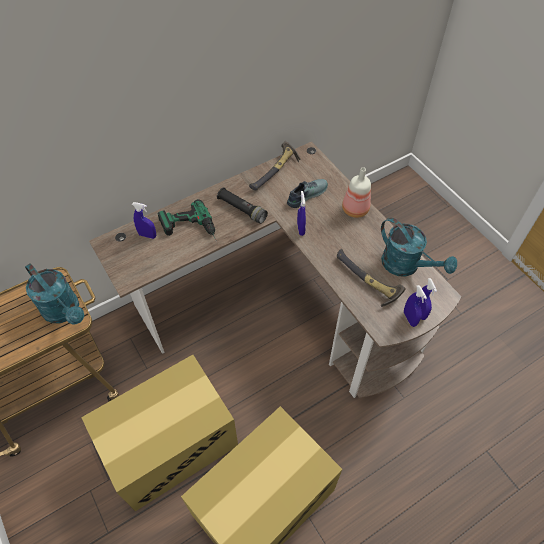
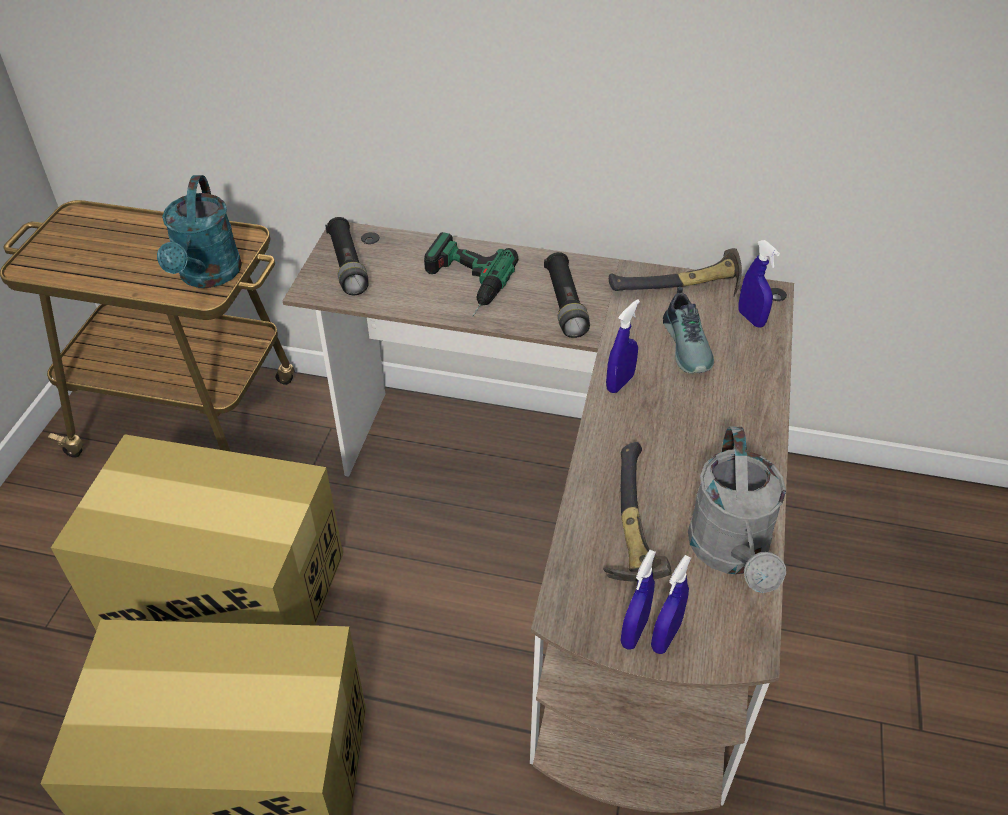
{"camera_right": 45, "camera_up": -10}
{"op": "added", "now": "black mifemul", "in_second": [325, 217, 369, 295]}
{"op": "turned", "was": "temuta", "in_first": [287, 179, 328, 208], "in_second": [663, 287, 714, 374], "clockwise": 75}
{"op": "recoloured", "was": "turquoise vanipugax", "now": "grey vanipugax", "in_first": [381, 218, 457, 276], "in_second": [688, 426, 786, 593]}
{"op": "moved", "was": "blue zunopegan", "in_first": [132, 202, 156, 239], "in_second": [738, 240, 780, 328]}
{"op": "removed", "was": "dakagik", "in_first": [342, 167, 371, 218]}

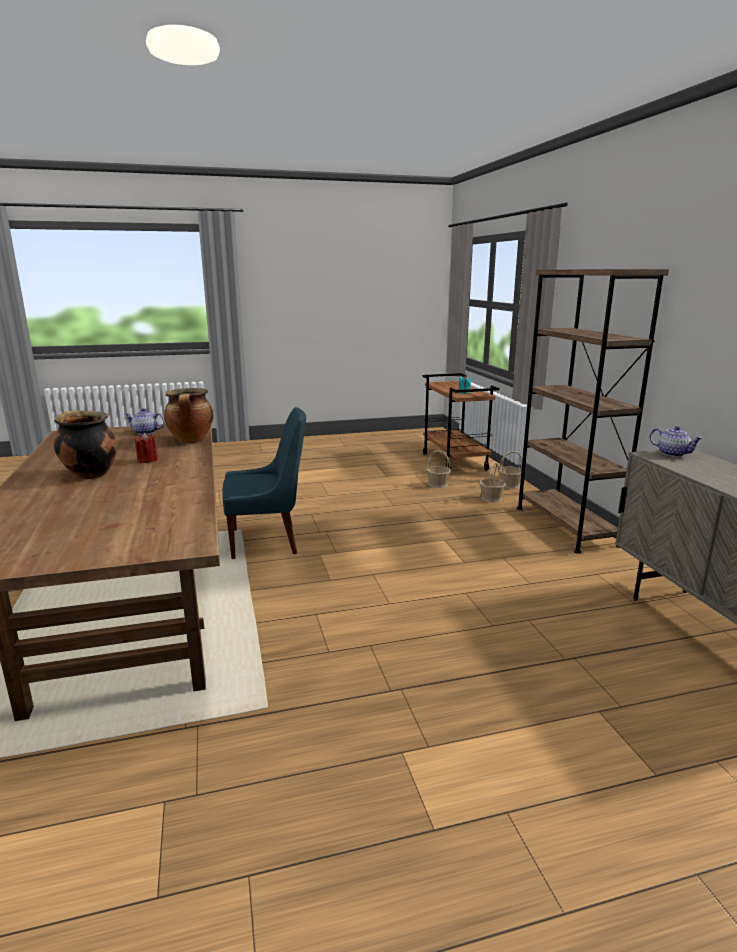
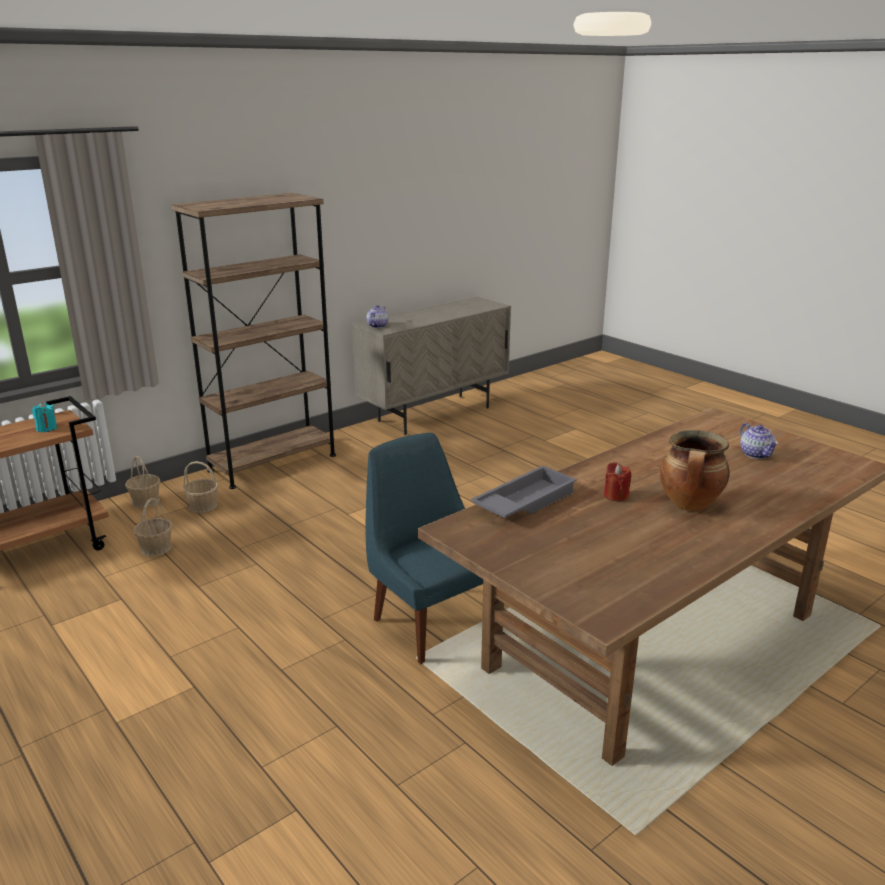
{"camera_right": -115, "camera_up": 5}
{"op": "replaced", "was": "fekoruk", "now": "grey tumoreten", "in_first": [164, 388, 213, 443], "in_second": [471, 466, 577, 518]}
{"op": "moved", "was": "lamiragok", "in_first": [124, 408, 165, 435], "in_second": [740, 423, 778, 459]}

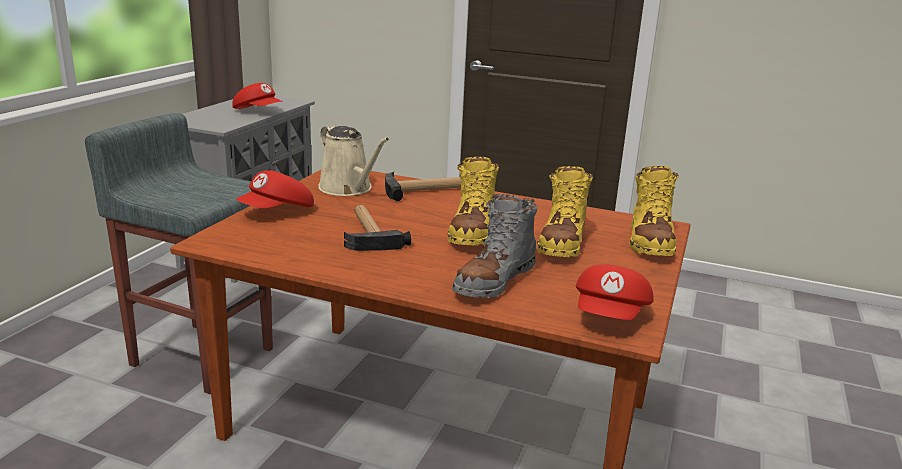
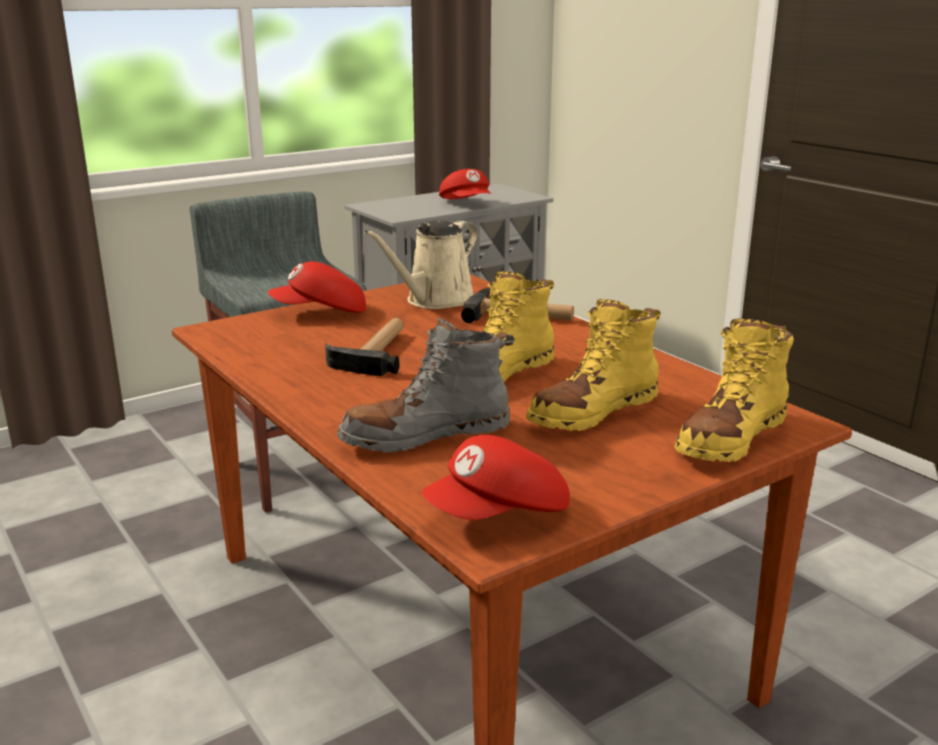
{"camera_right": 35, "camera_up": 0}
{"op": "turned", "was": "beige vanipugax", "in_first": [318, 125, 389, 196], "in_second": [364, 220, 478, 309], "clockwise": 45}

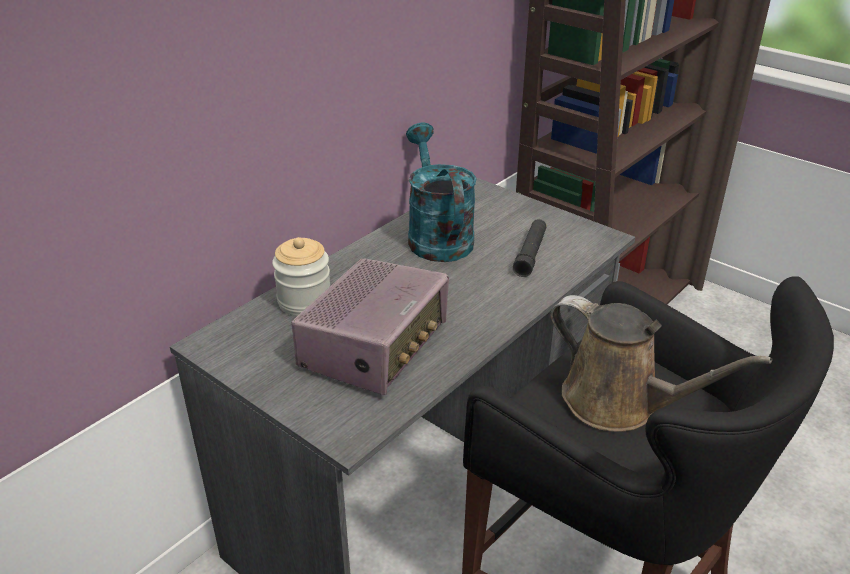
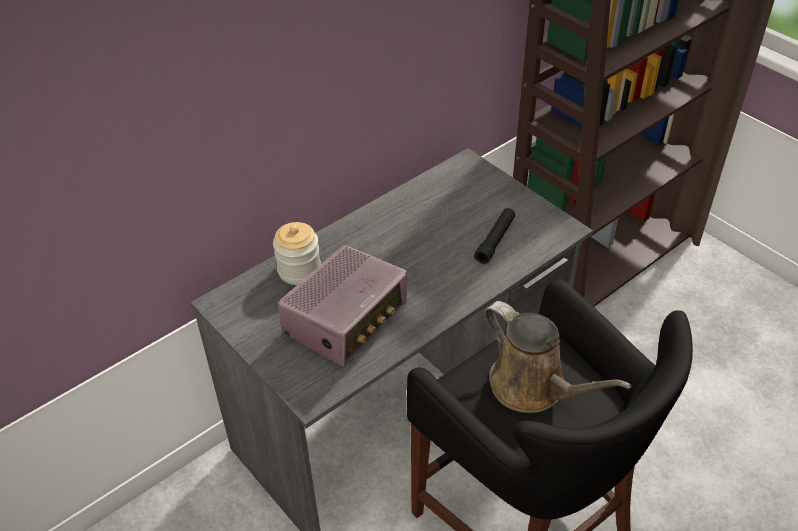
{"camera_right": 10, "camera_up": 10}
{"op": "removed", "was": "turquoise vanipugax", "in_first": [406, 123, 477, 262]}

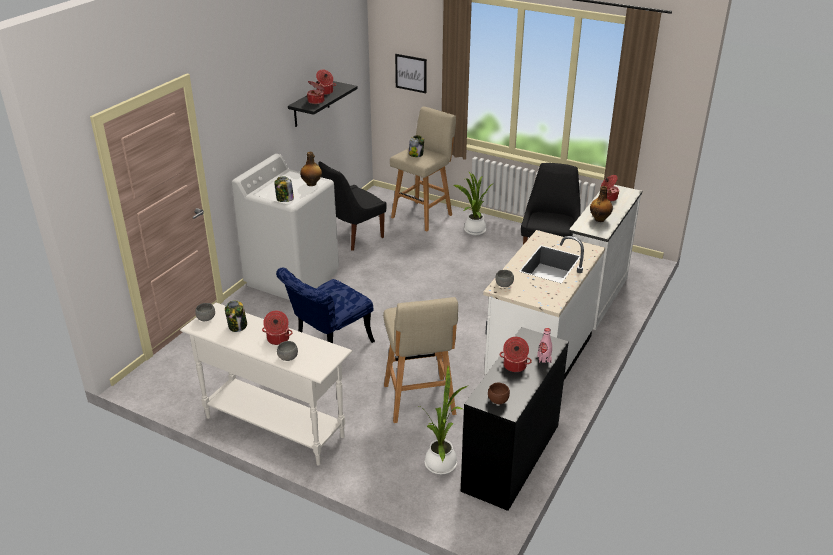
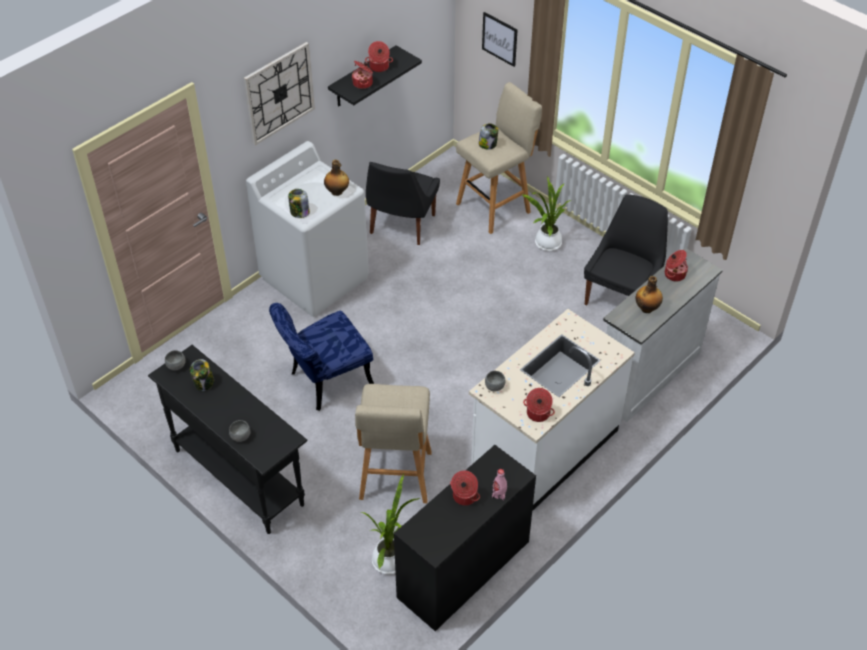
{"camera_right": 15, "camera_up": 15}
{"op": "recoloured", "was": "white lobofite", "now": "black lobofite", "in_first": [180, 303, 352, 466], "in_second": [148, 345, 308, 534]}
{"op": "added", "now": "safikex", "in_second": [244, 42, 315, 145]}
{"op": "turned", "was": "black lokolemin", "in_first": [319, 161, 387, 251], "in_second": [366, 162, 440, 245], "clockwise": -45}
{"op": "moved", "was": "fekoruk", "in_first": [262, 310, 293, 345], "in_second": [523, 388, 555, 422]}
{"op": "removed", "was": "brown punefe", "in_first": [488, 382, 510, 404]}

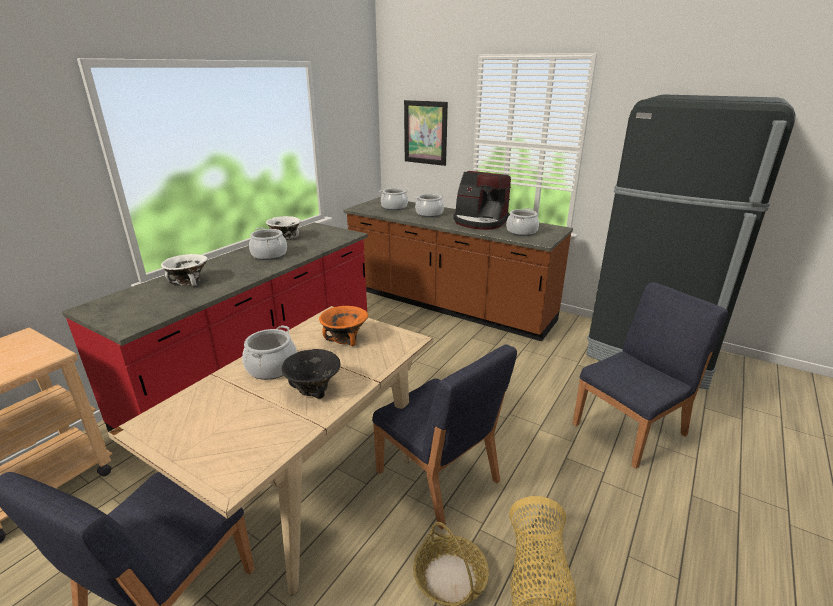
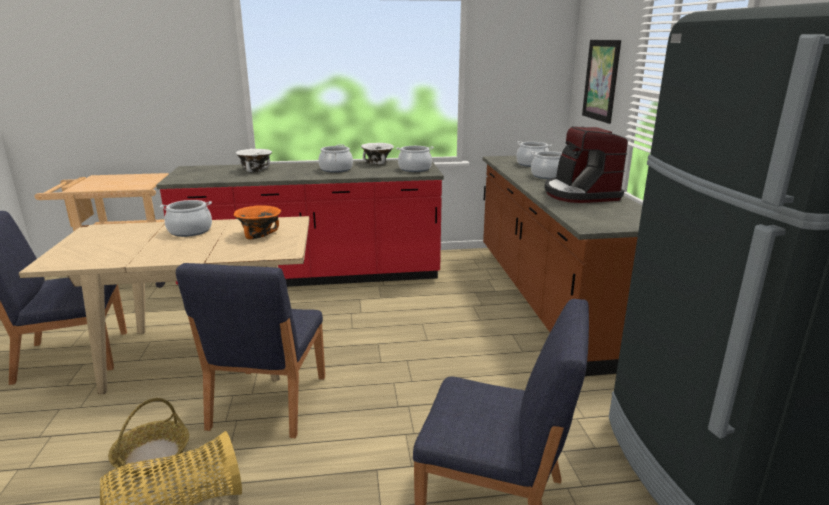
{"camera_right": 50, "camera_up": -5}
{"op": "moved", "was": "fekoruk", "in_first": [506, 208, 539, 236], "in_second": [396, 146, 434, 172]}
{"op": "removed", "was": "black punefe", "in_first": [282, 349, 340, 399]}

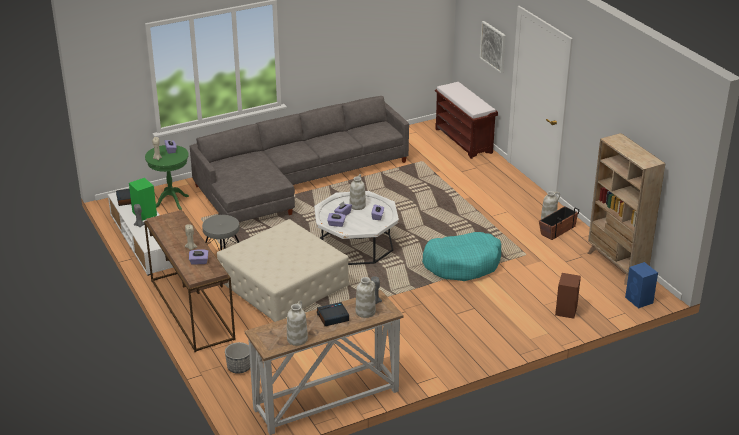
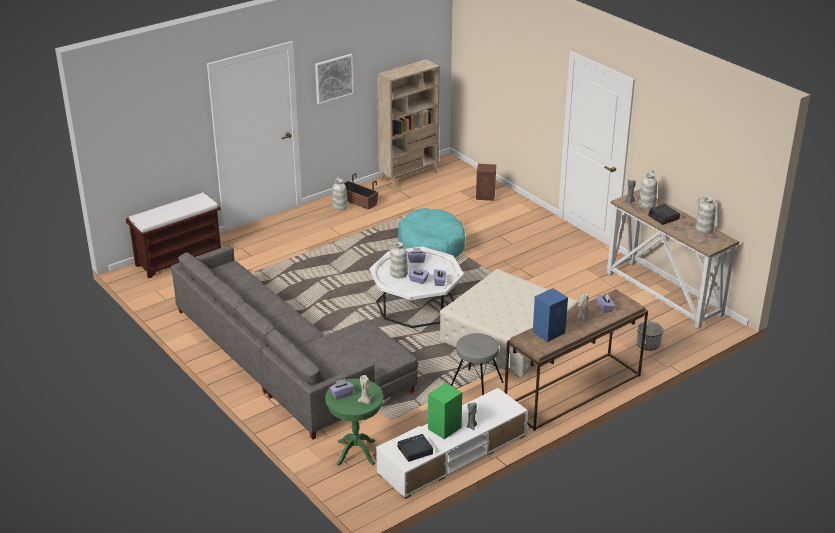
{"camera_right": -100, "camera_up": 0}
{"op": "moved", "was": "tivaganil", "in_first": [480, 21, 506, 73], "in_second": [315, 54, 354, 104]}
{"op": "moved", "was": "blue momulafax", "in_first": [625, 262, 658, 309], "in_second": [533, 288, 568, 342]}

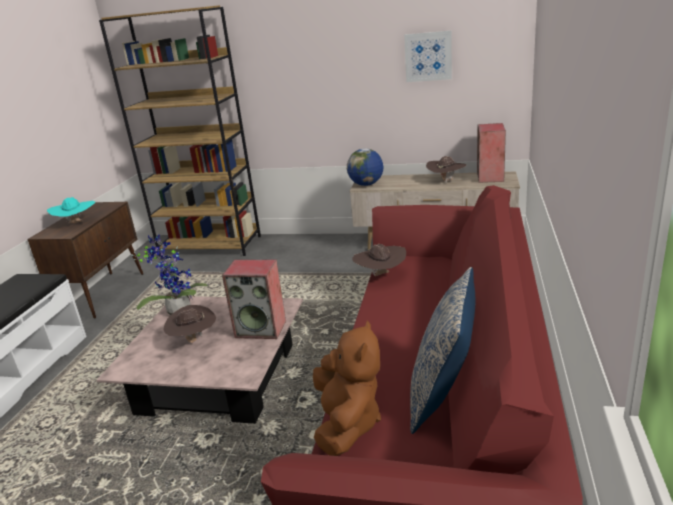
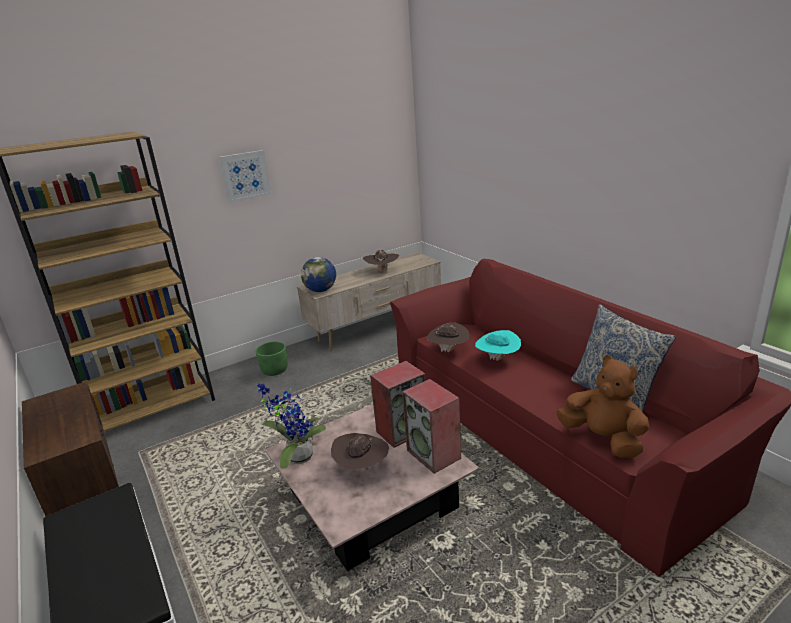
{"camera_right": -45, "camera_up": 0}
{"op": "moved", "was": "tivaganil", "in_first": [404, 31, 452, 82], "in_second": [219, 150, 271, 203]}
{"op": "added", "now": "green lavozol", "in_second": [256, 341, 288, 376]}
{"op": "moved", "was": "momulafax", "in_first": [477, 123, 506, 183], "in_second": [402, 379, 461, 474]}
{"op": "moved", "was": "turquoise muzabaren", "in_first": [47, 197, 95, 223], "in_second": [475, 330, 521, 361]}

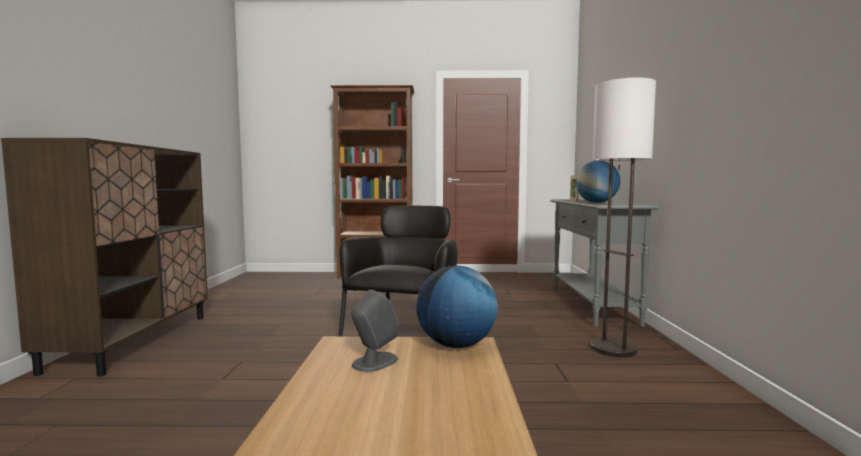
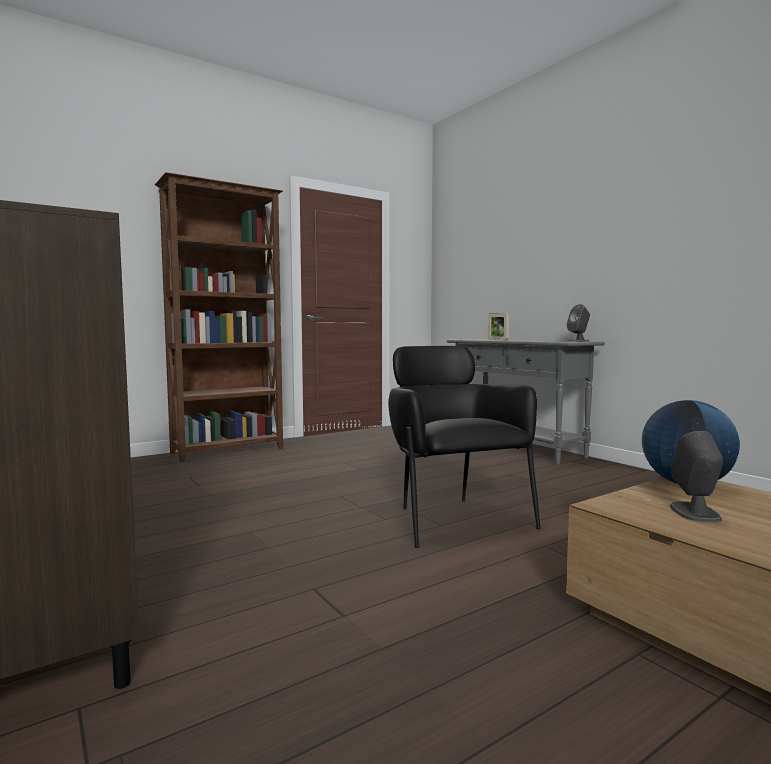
{"camera_right": -35, "camera_up": 0}
{"op": "added", "now": "grey momulafax", "in_second": [567, 304, 590, 342]}
{"op": "removed", "was": "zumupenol", "in_first": [576, 161, 620, 203]}
{"op": "removed", "was": "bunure", "in_first": [591, 78, 656, 357]}

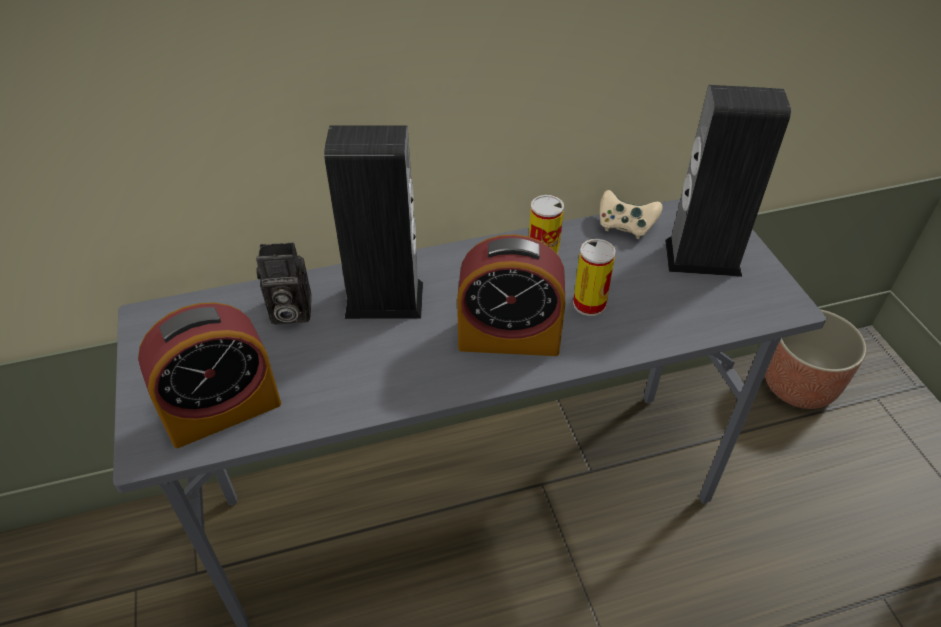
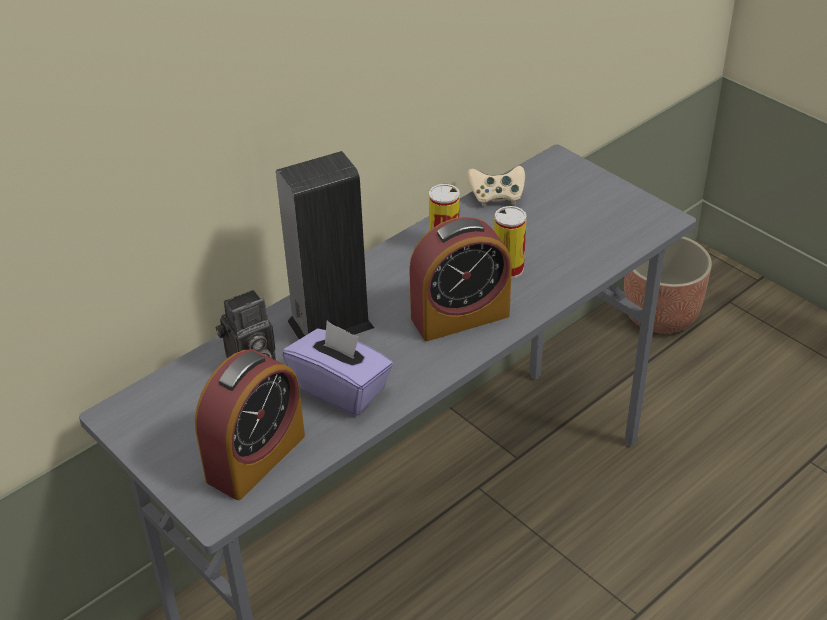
{"camera_right": -25, "camera_up": -5}
{"op": "added", "now": "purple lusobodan", "in_second": [282, 320, 393, 416]}
{"op": "removed", "was": "momulafax", "in_first": [665, 85, 791, 277]}

